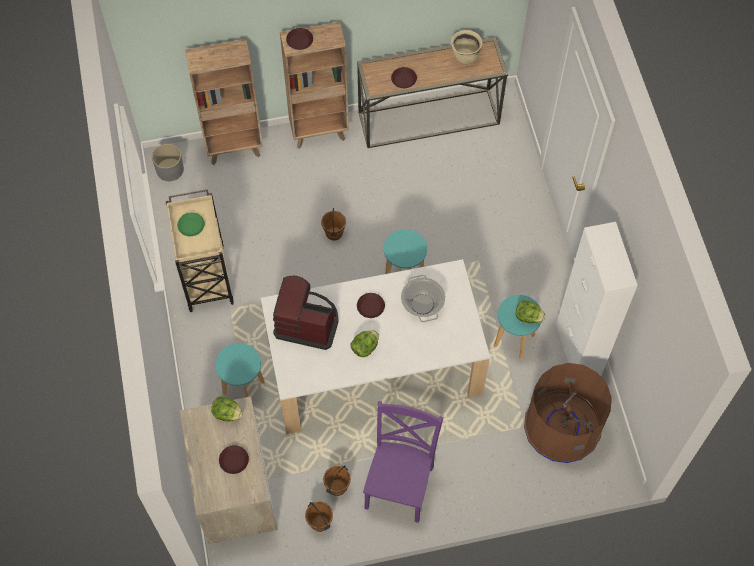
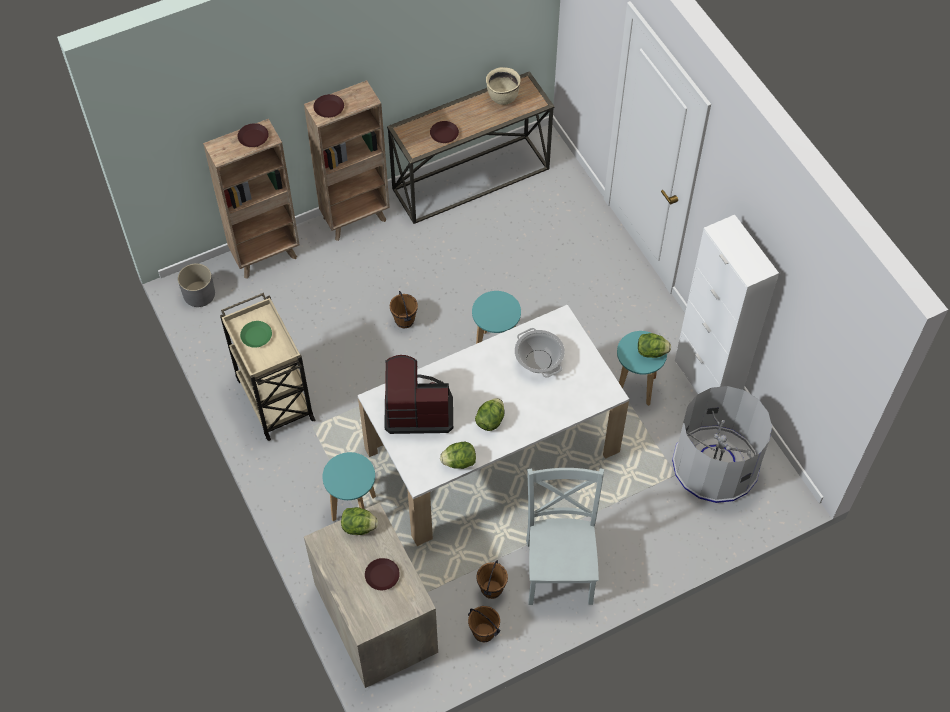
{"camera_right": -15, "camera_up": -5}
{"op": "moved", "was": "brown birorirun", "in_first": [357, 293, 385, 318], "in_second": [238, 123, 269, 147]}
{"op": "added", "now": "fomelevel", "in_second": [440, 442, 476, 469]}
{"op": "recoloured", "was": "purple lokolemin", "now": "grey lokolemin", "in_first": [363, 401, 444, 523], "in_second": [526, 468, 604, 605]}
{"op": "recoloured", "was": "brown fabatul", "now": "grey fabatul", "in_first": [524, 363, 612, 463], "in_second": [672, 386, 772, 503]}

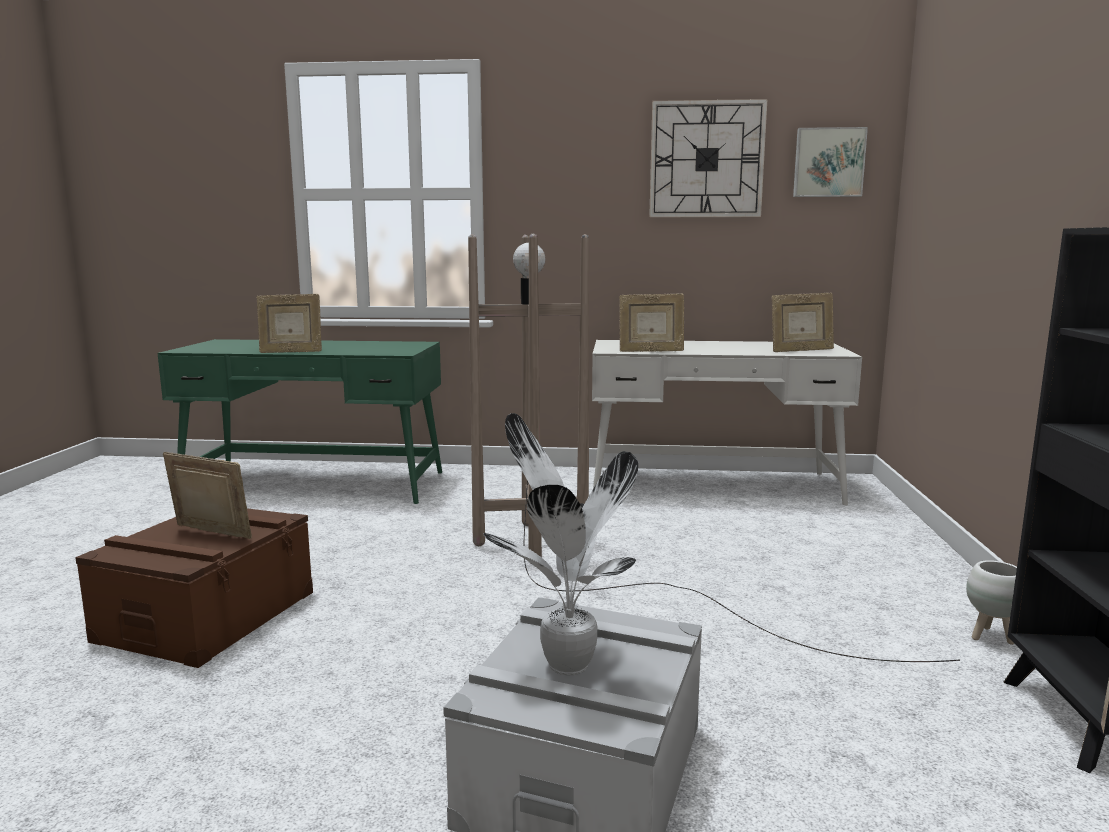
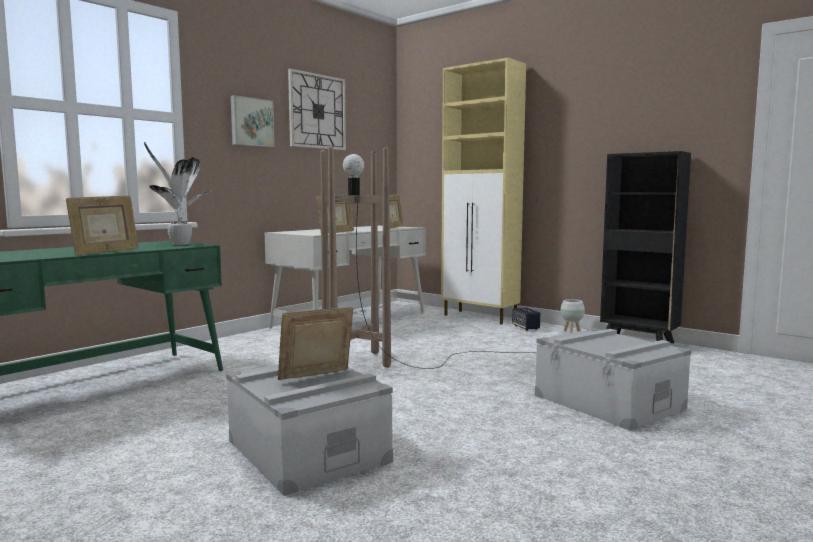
{"camera_right": -55, "camera_up": -5}
{"op": "moved", "was": "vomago", "in_first": [484, 413, 638, 675], "in_second": [144, 142, 211, 245]}
{"op": "recoloured", "was": "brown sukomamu", "now": "grey sukomamu", "in_first": [75, 508, 313, 668], "in_second": [226, 364, 393, 496]}
{"op": "moved", "was": "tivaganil", "in_first": [793, 127, 868, 197], "in_second": [231, 95, 275, 147]}
{"op": "added", "now": "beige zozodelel", "in_second": [441, 57, 526, 325]}
{"op": "added", "now": "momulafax", "in_second": [512, 308, 541, 331]}

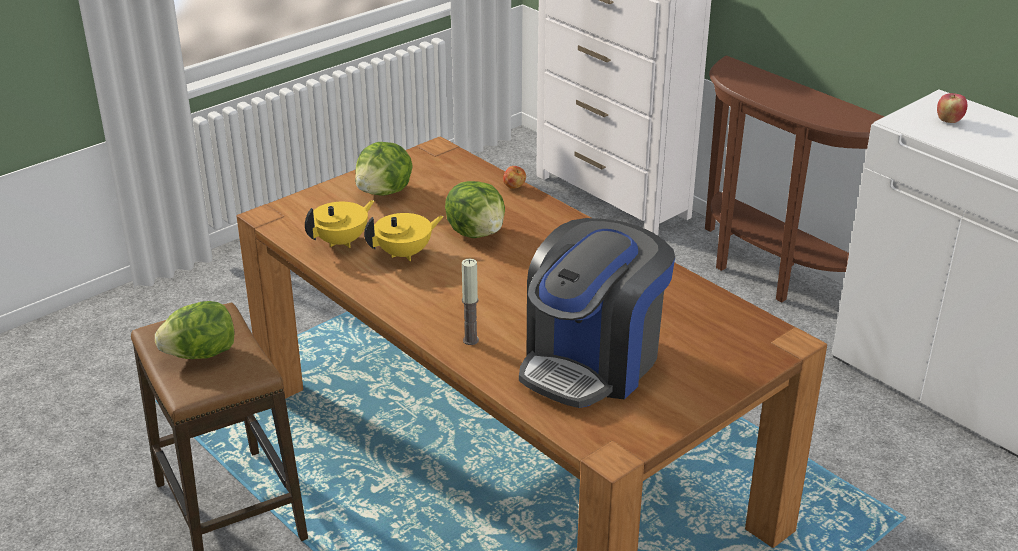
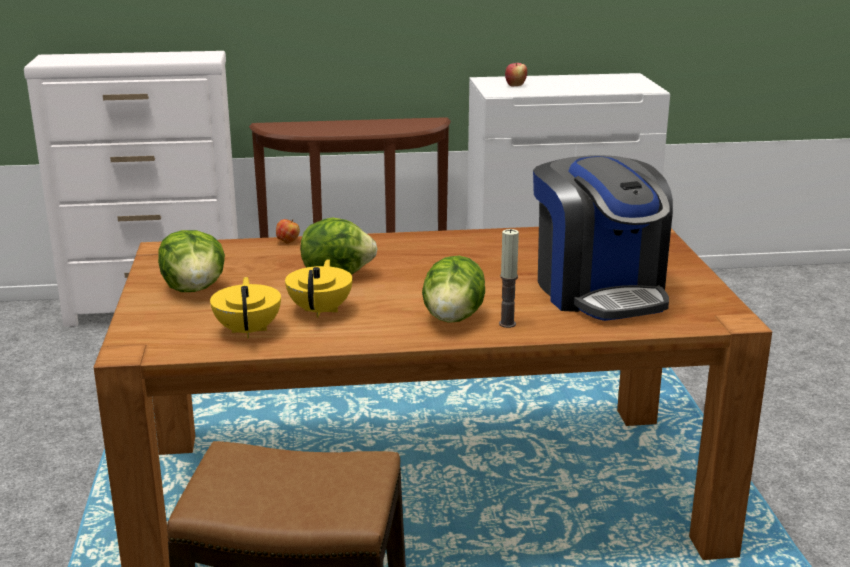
{"camera_right": -55, "camera_up": -10}
{"op": "moved", "was": "fomelevel", "in_first": [155, 301, 235, 359], "in_second": [422, 255, 485, 323]}

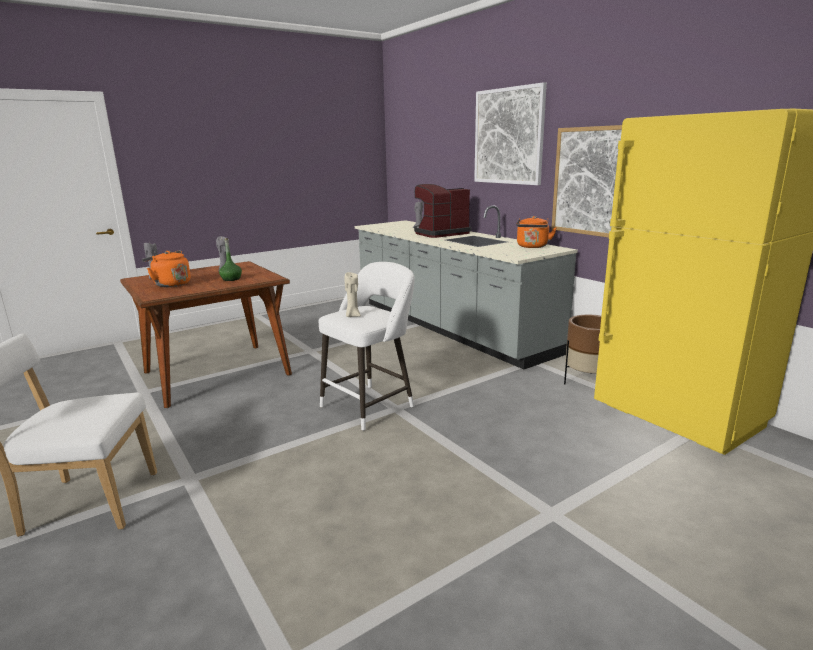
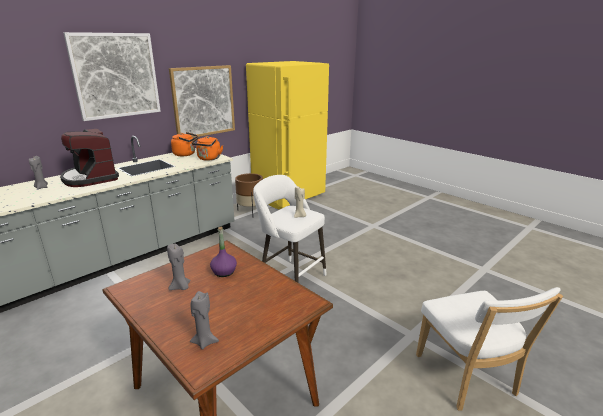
{"camera_right": -100, "camera_up": 5}
{"op": "moved", "was": "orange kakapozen", "in_first": [142, 250, 191, 287], "in_second": [191, 136, 223, 161]}
{"op": "recoloured", "was": "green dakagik", "now": "purple dakagik", "in_first": [219, 238, 242, 281], "in_second": [210, 227, 237, 277]}

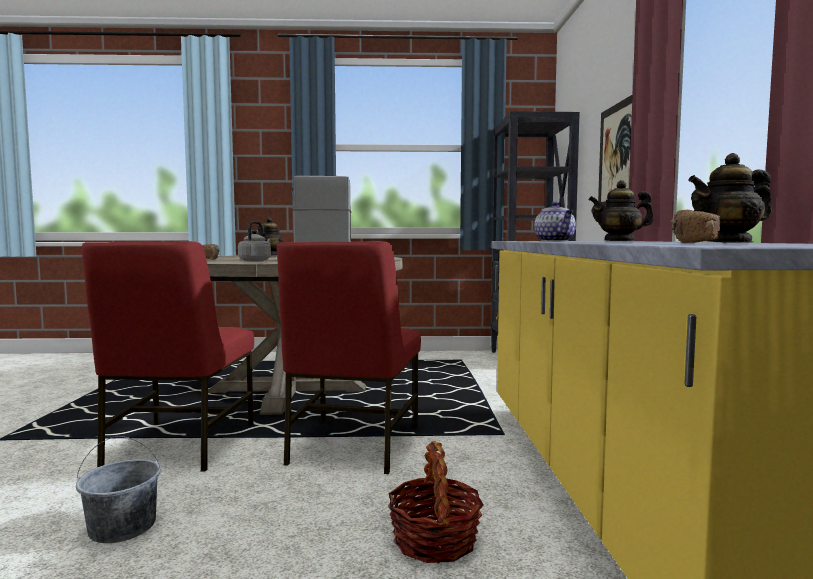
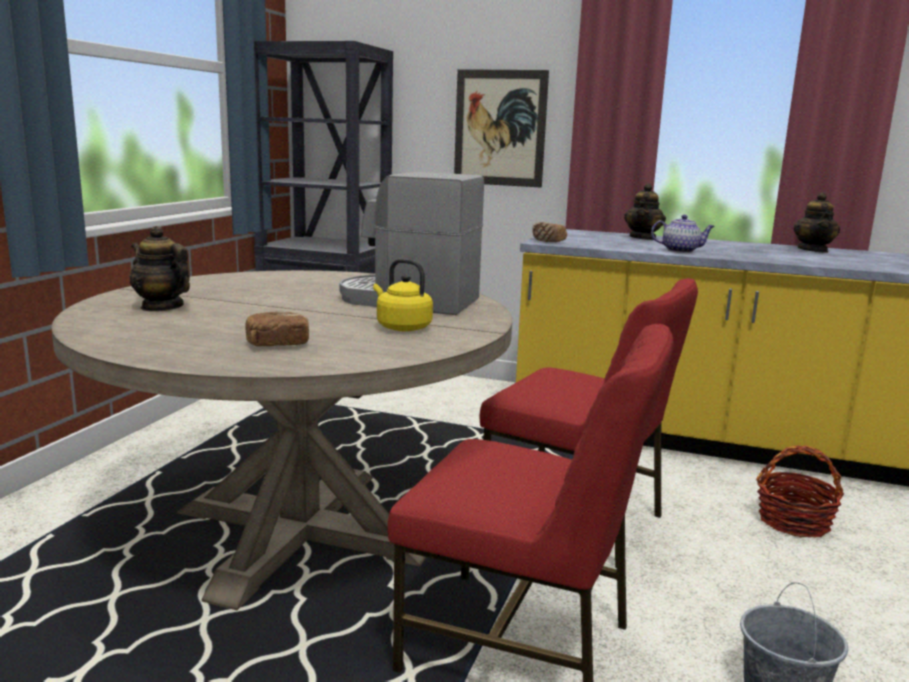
{"camera_right": -70, "camera_up": 10}
{"op": "recoloured", "was": "grey kakapozen", "now": "yellow kakapozen", "in_first": [238, 221, 271, 262], "in_second": [373, 259, 433, 331]}
{"op": "moved", "was": "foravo", "in_first": [670, 210, 720, 243], "in_second": [532, 222, 567, 242]}

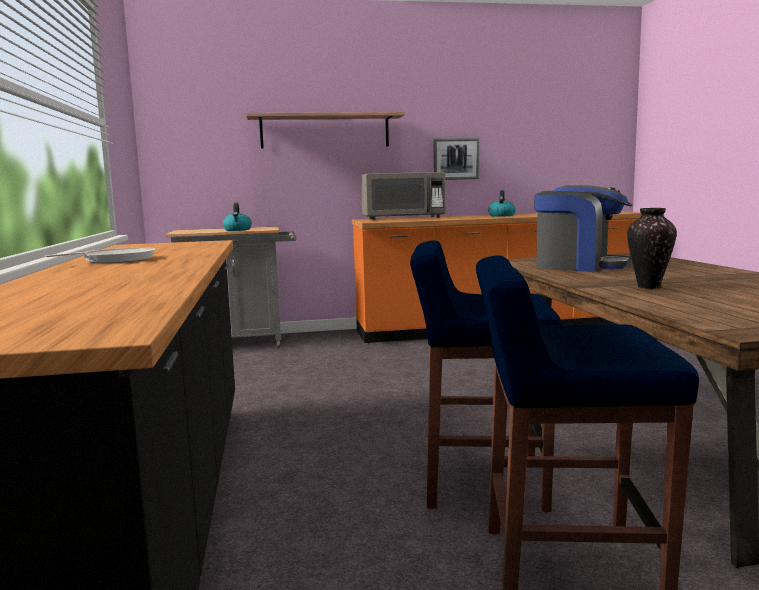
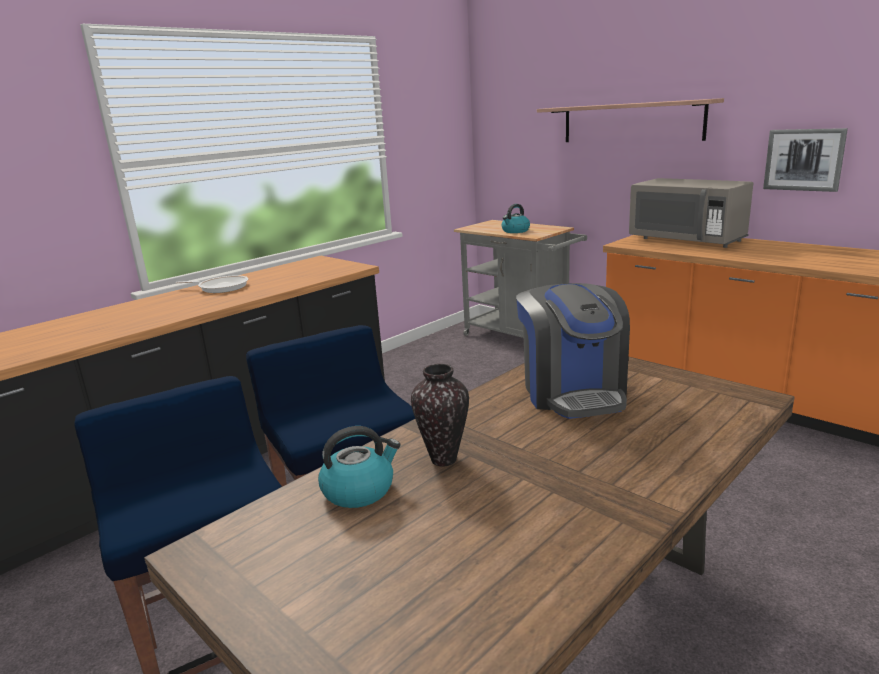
{"camera_right": 55, "camera_up": 10}
{"op": "moved", "was": "kakapozen", "in_first": [488, 190, 516, 217], "in_second": [318, 426, 400, 508]}

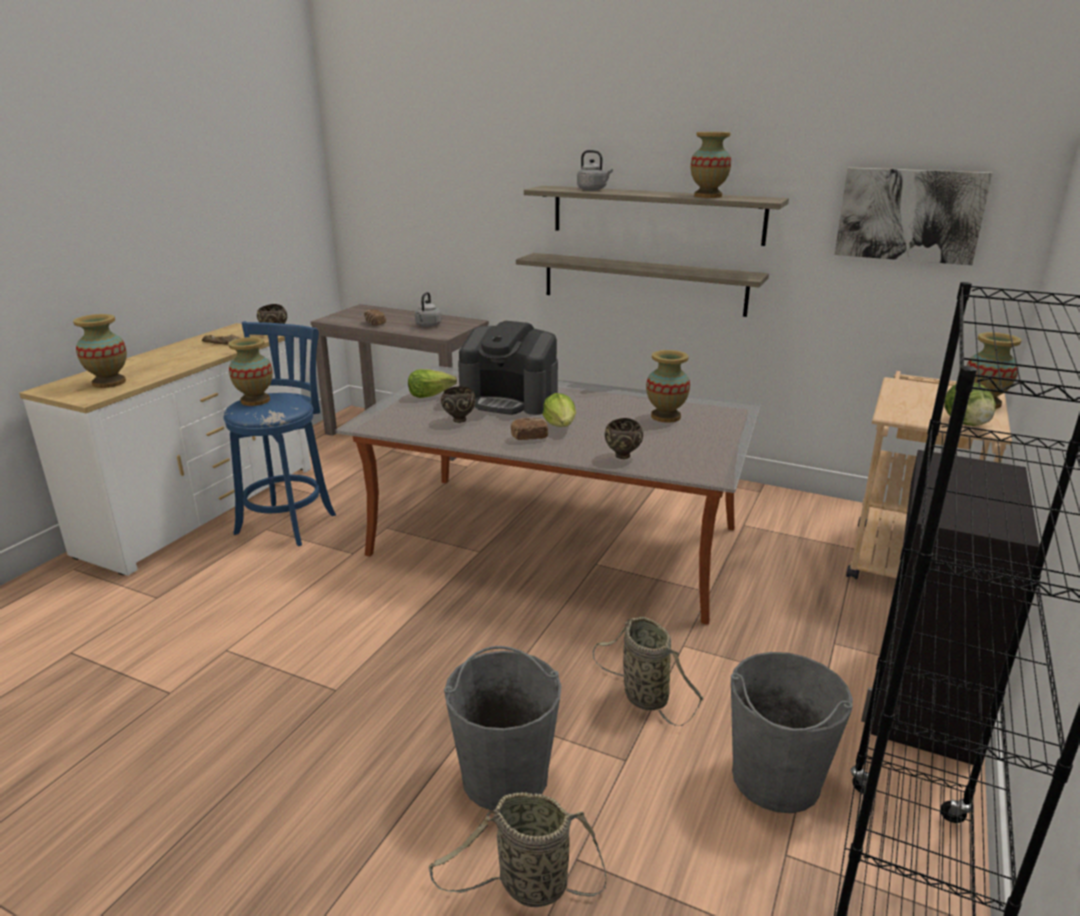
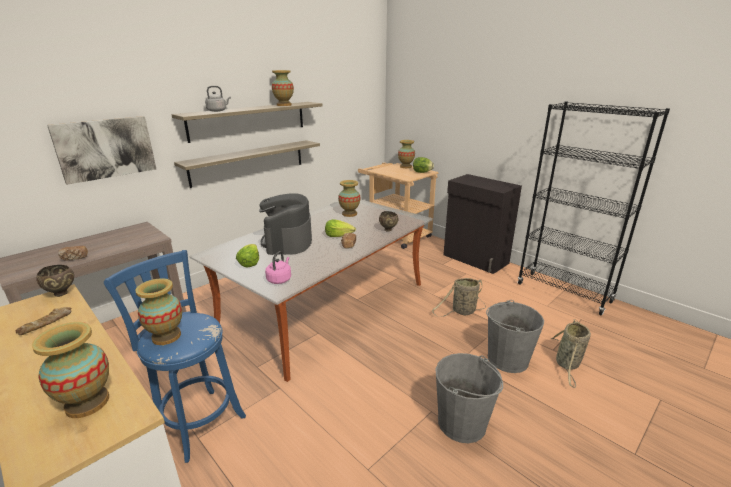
{"camera_right": -70, "camera_up": 0}
{"op": "moved", "was": "tivaganil", "in_first": [835, 167, 993, 265], "in_second": [47, 116, 156, 185]}
{"op": "turned", "was": "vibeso", "in_first": [458, 321, 558, 415], "in_second": [259, 193, 312, 255], "clockwise": 135}
{"op": "added", "now": "pink kakapozen", "in_second": [265, 251, 291, 284]}
{"op": "moved", "was": "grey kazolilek", "in_first": [731, 652, 853, 813], "in_second": [436, 353, 503, 443]}
{"op": "removed", "was": "grey kakapozen", "in_first": [415, 292, 442, 327]}
{"op": "removed", "was": "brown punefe", "in_first": [441, 387, 475, 423]}

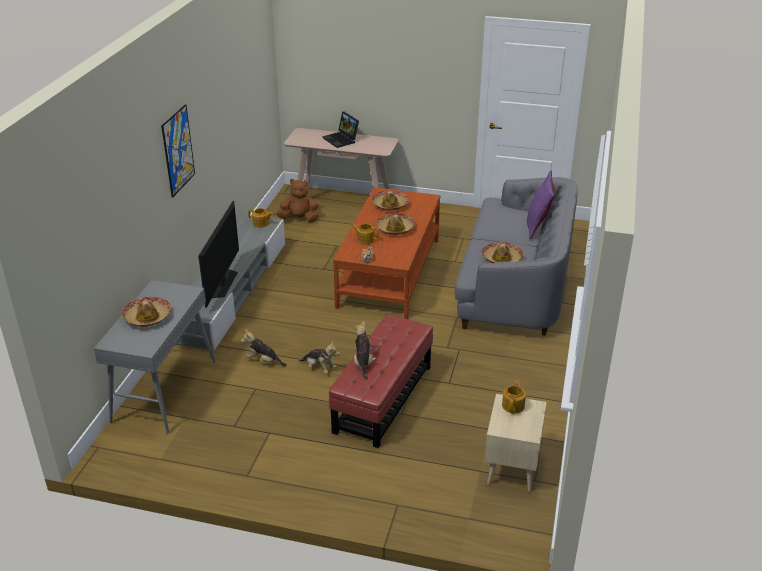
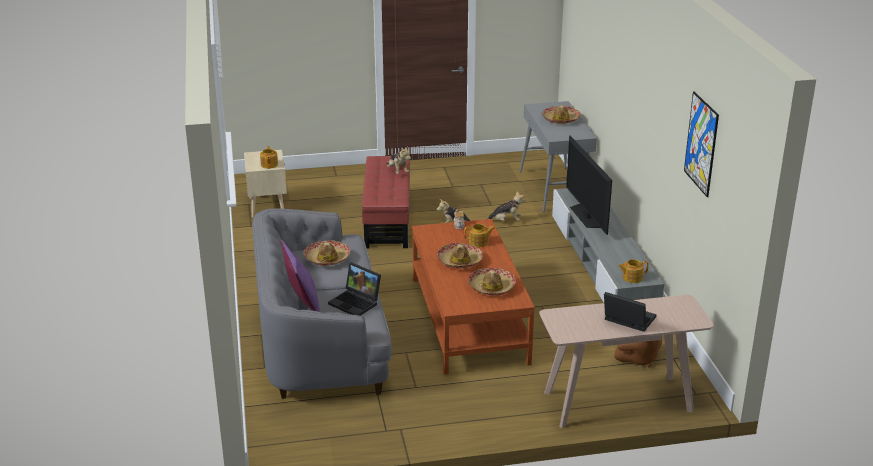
{"camera_right": 155, "camera_up": -5}
{"op": "added", "now": "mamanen", "in_second": [328, 262, 381, 316]}
{"op": "moved", "was": "tivaganil", "in_first": [161, 104, 195, 198], "in_second": [684, 91, 719, 197]}

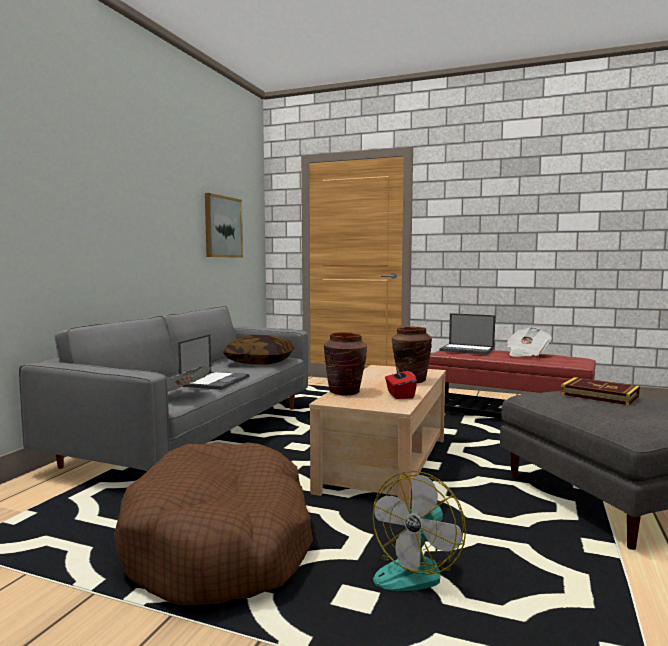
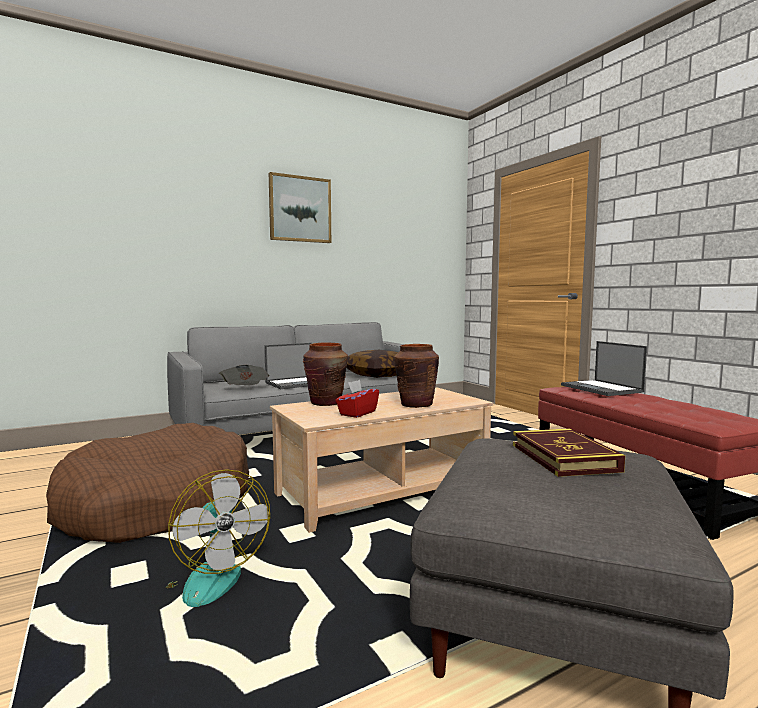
{"camera_right": 40, "camera_up": 0}
{"op": "turned", "was": "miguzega", "in_first": [373, 471, 466, 591], "in_second": [166, 469, 270, 607], "clockwise": -105}
{"op": "moved", "was": "tivaganil", "in_first": [205, 193, 243, 258], "in_second": [269, 172, 331, 243]}
{"op": "removed", "was": "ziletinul", "in_first": [507, 327, 552, 357]}

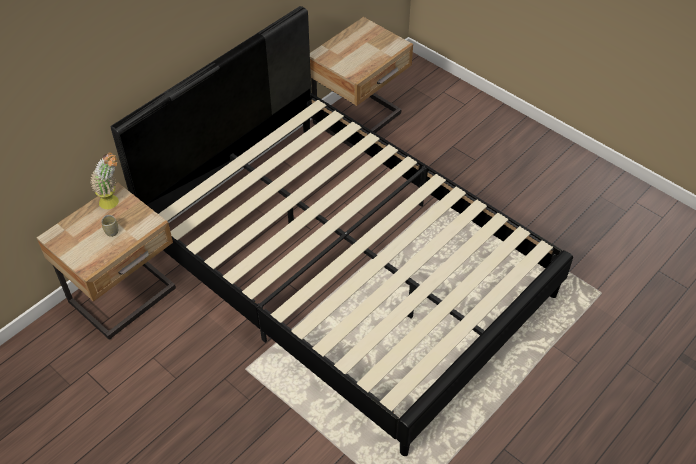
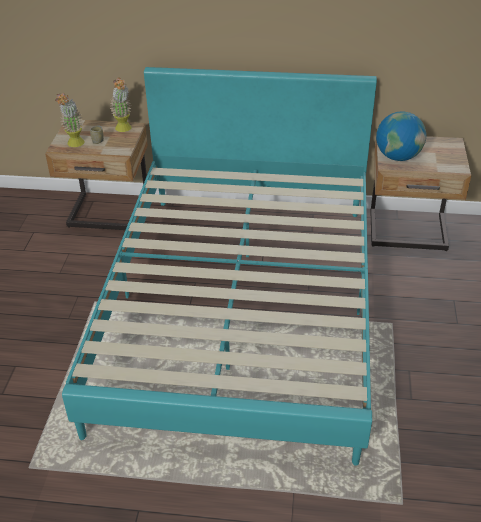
{"camera_right": 55, "camera_up": -10}
{"op": "added", "now": "vomago", "in_second": [55, 92, 85, 147]}
{"op": "recoloured", "was": "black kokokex", "now": "turquoise kokokex", "in_first": [111, 6, 573, 456], "in_second": [62, 67, 377, 466]}
{"op": "added", "now": "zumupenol", "in_second": [376, 111, 426, 161]}

